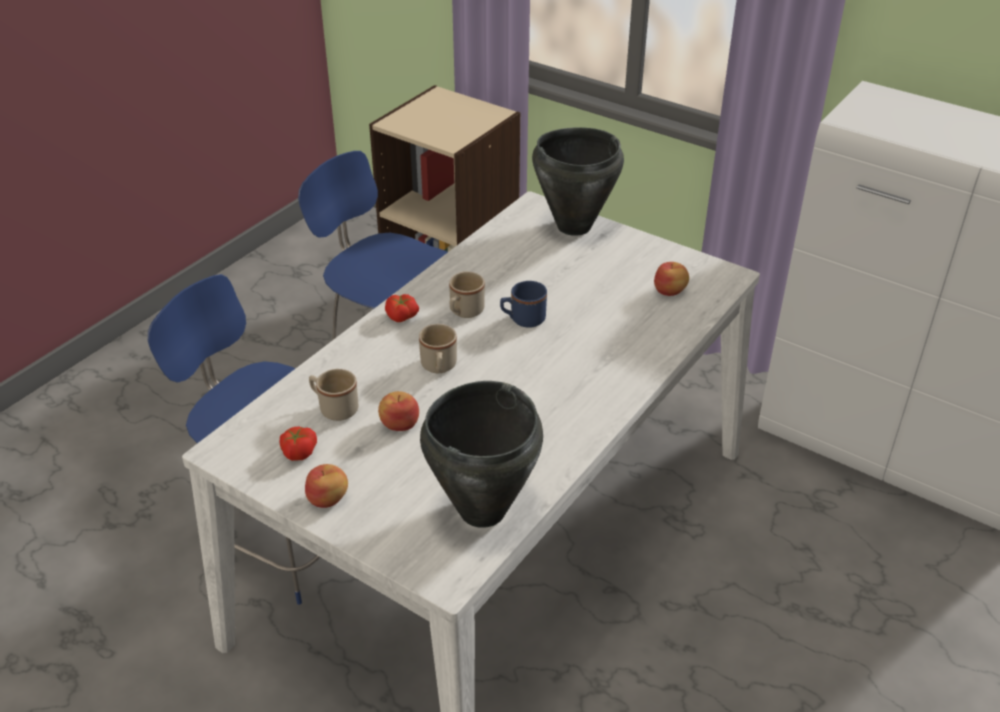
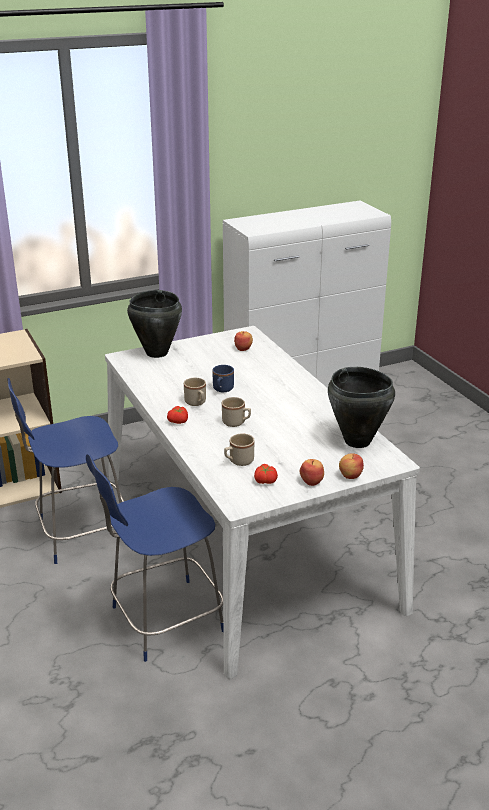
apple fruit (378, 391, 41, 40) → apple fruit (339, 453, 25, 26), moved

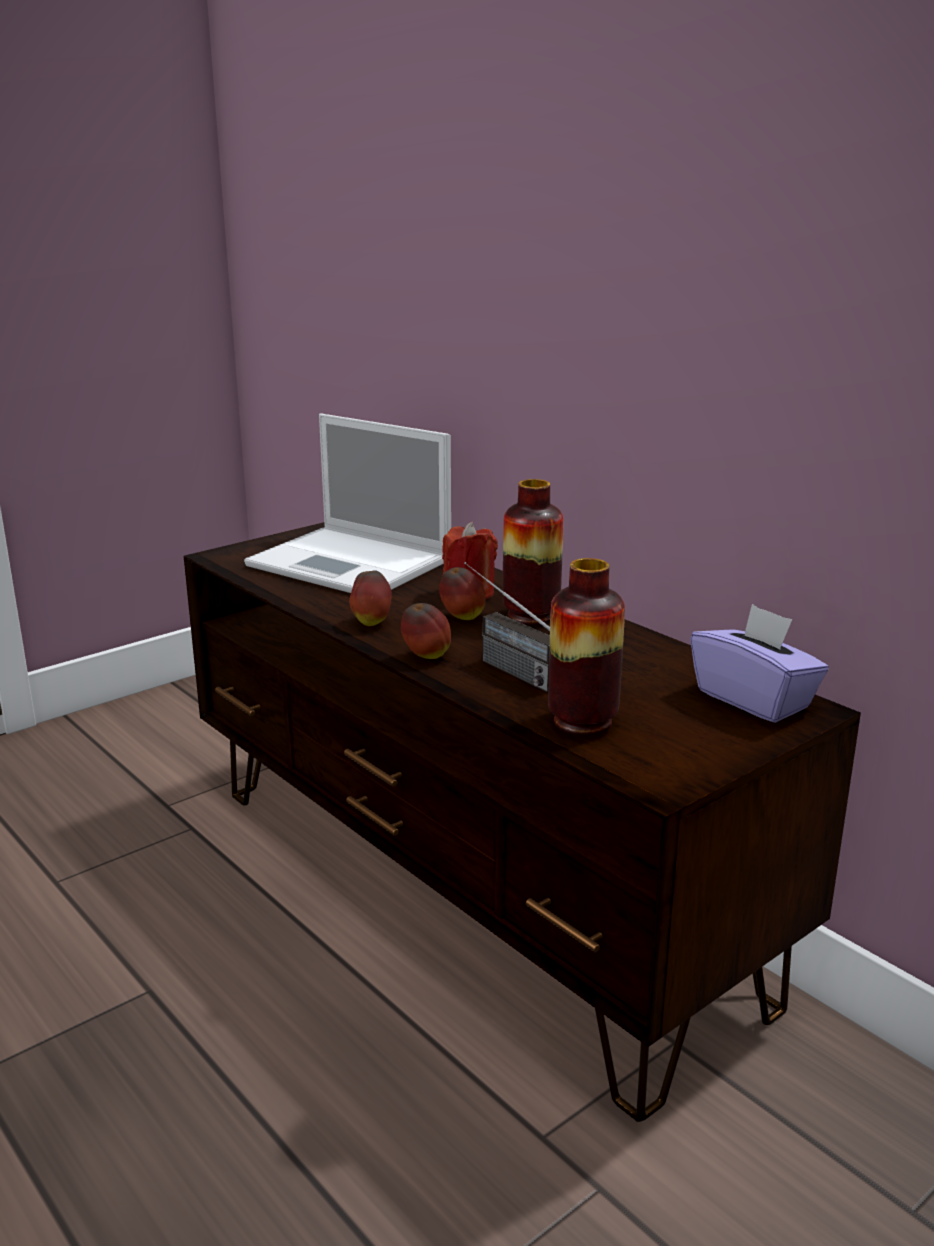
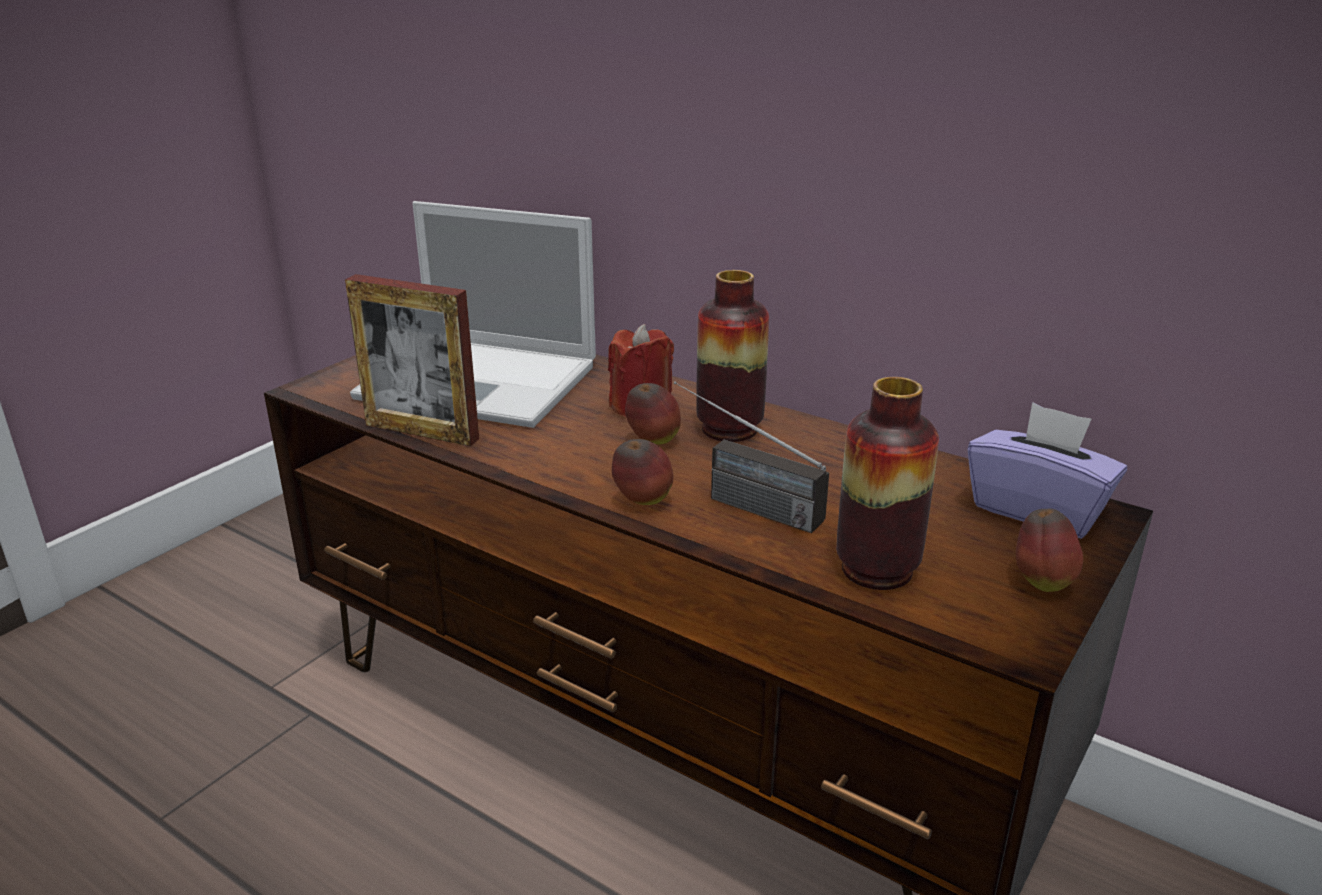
apple fruit (349, 570, 43, 56) → apple fruit (1016, 508, 67, 84), moved
- → picture frame (345, 274, 134, 172)

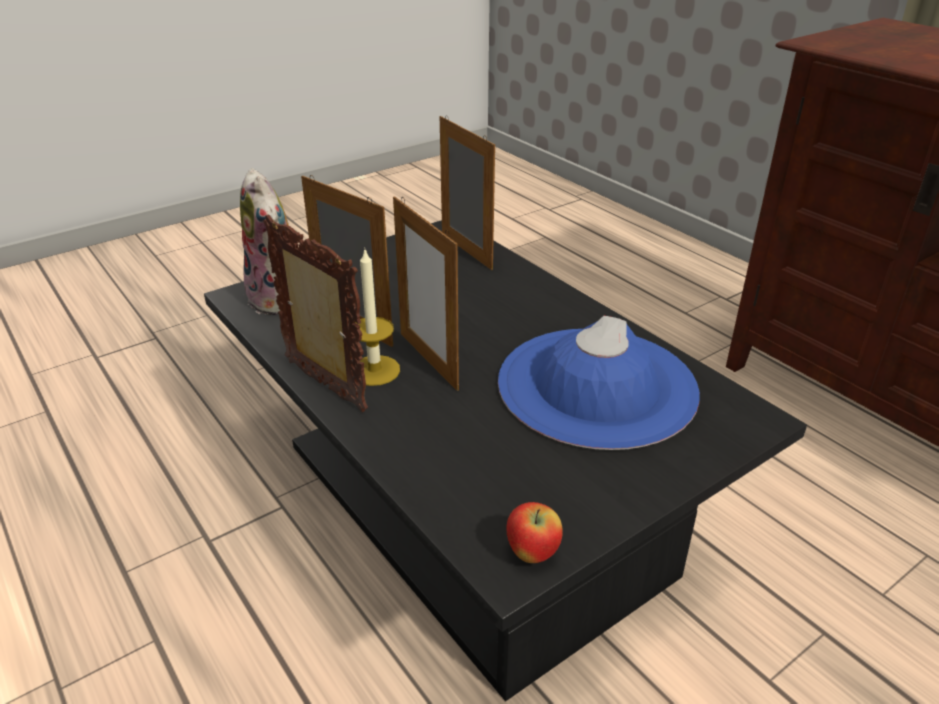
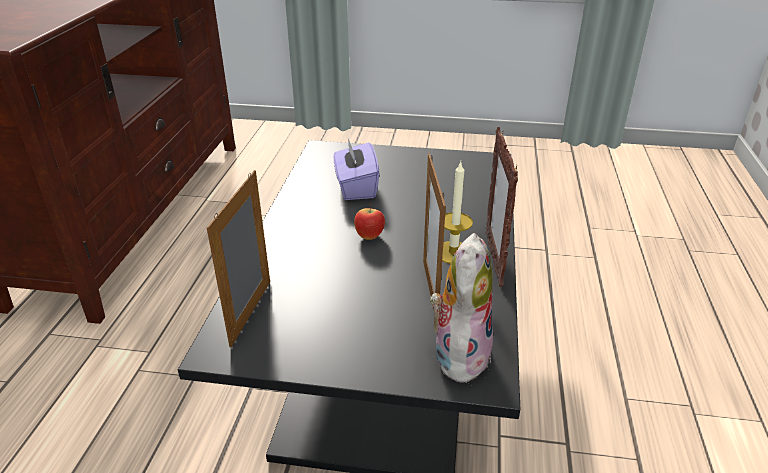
picture frame (393, 196, 66, 195) → -
wearable hat (blue) (498, 316, 202, 134) → box of tissues (purple-coloured) (333, 139, 46, 61)
apple fruit (506, 502, 57, 61) → apple fruit (354, 204, 31, 36), moved

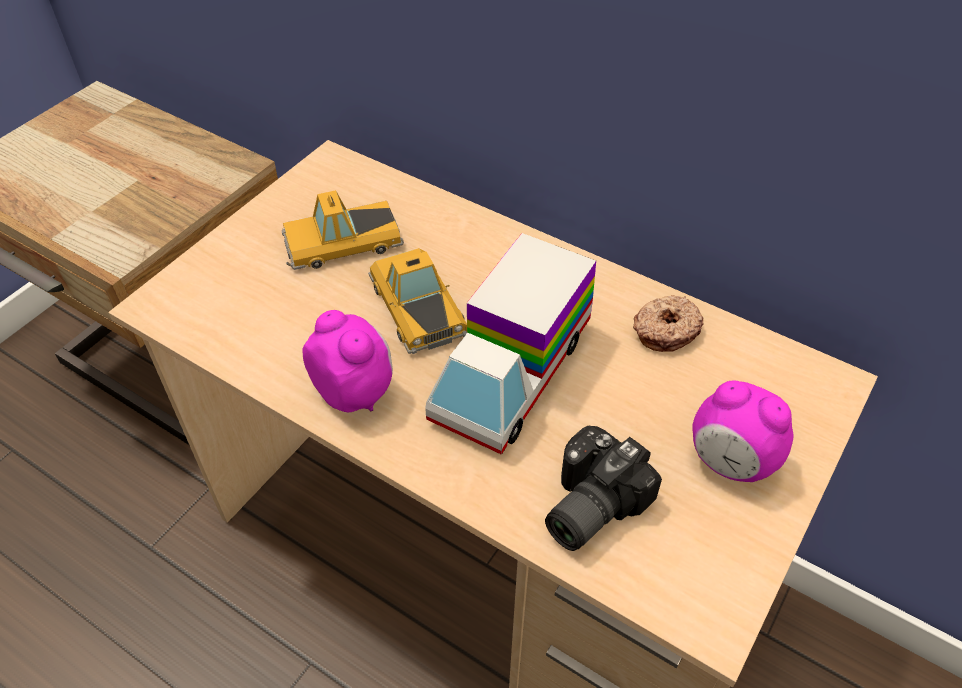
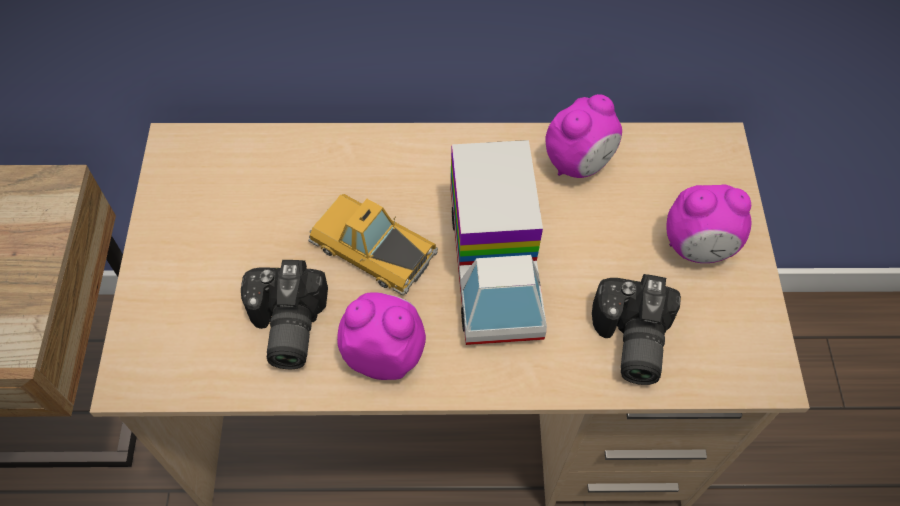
miniature car (282, 190, 122, 80) → -
donut (633, 295, 70, 57) → alarm clock (545, 94, 77, 84)
- → still camera (241, 260, 87, 109)

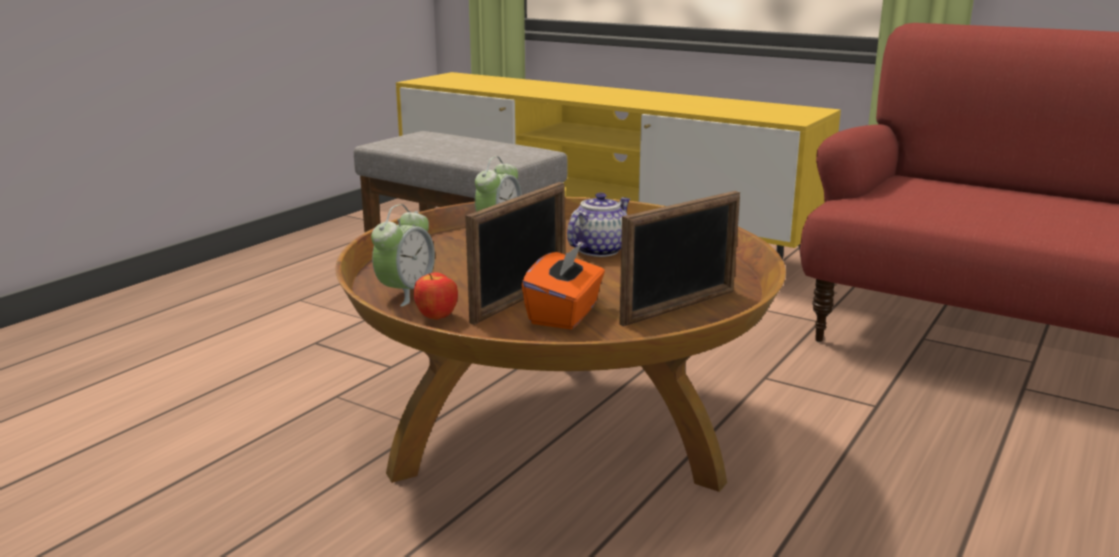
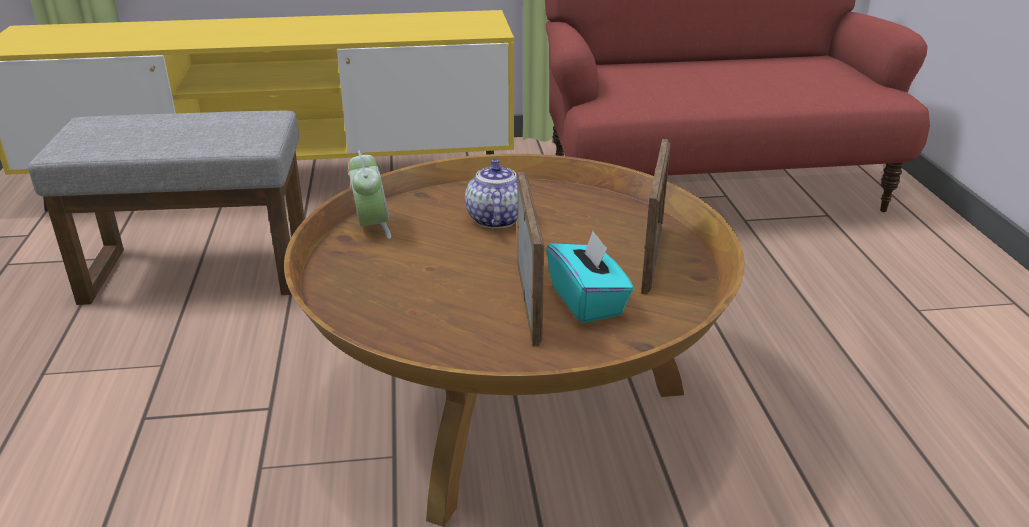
alarm clock (371, 204, 64, 102) → -
box of tissues (orangey) (522, 243, 83, 87) → box of tissues (turquoise-coloured) (547, 231, 87, 92)
apple fruit (414, 272, 44, 48) → -

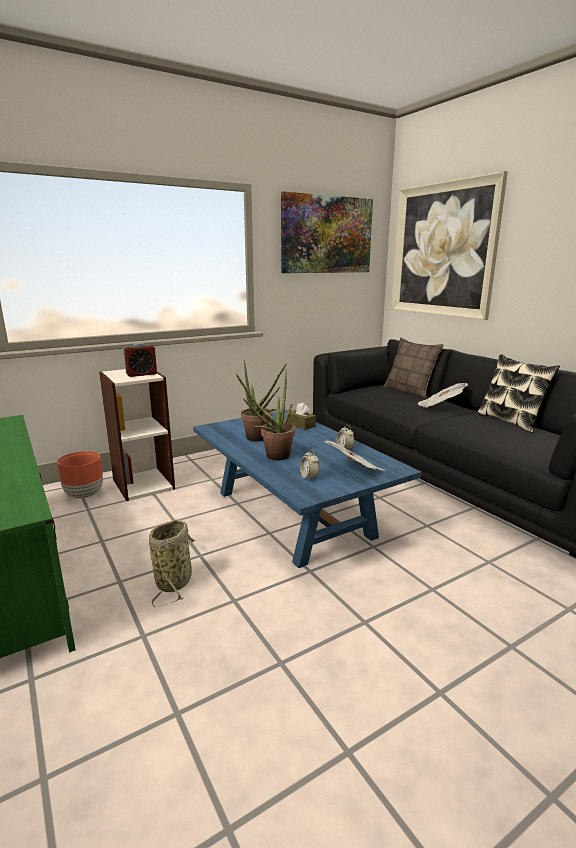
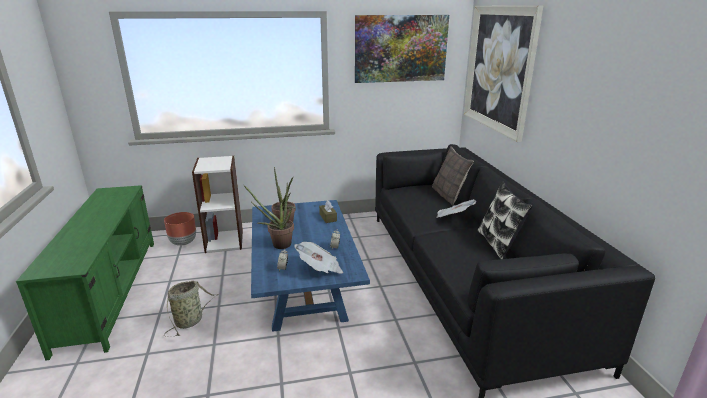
alarm clock (123, 343, 34, 34) → -

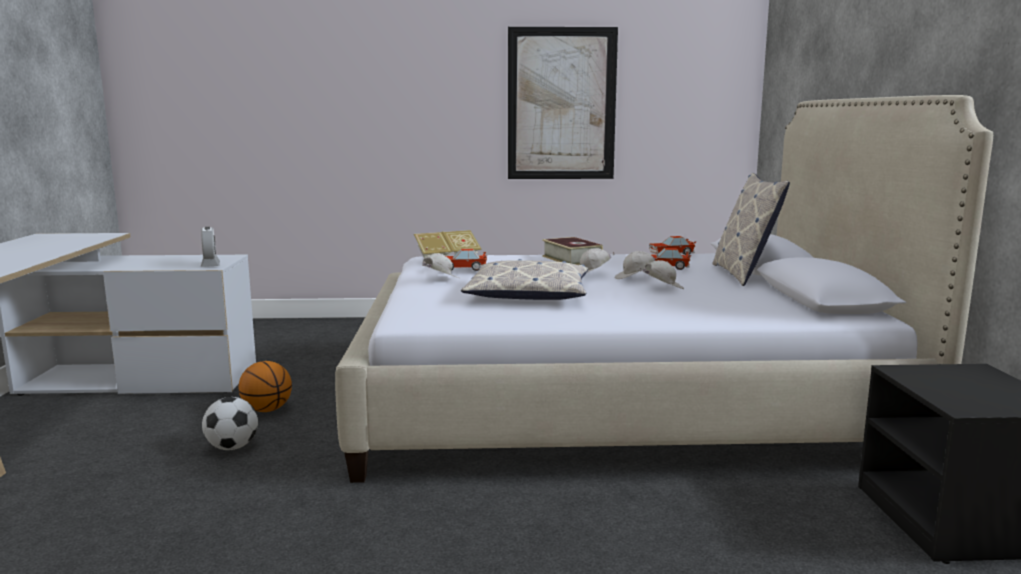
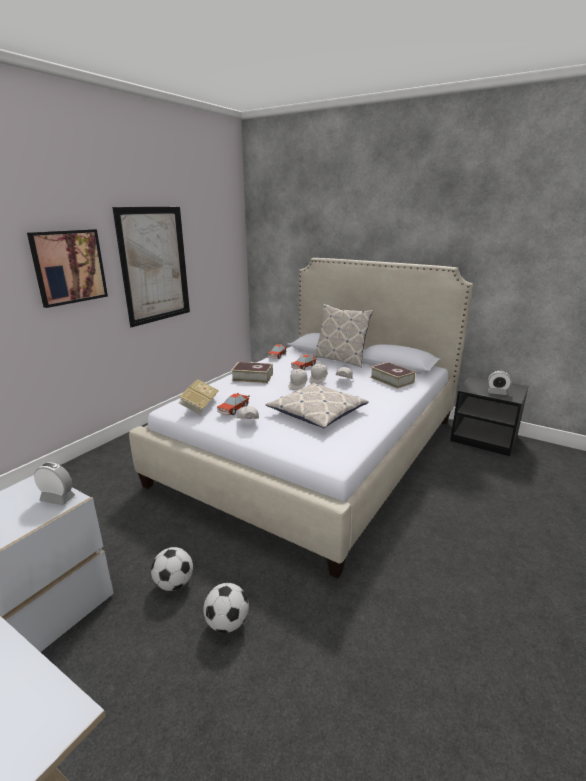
ball for basketball (238, 361, 54, 51) → football ball (151, 547, 42, 44)
- → wall art (27, 229, 81, 79)
- → book (370, 362, 45, 27)
- → alarm clock (488, 371, 23, 24)

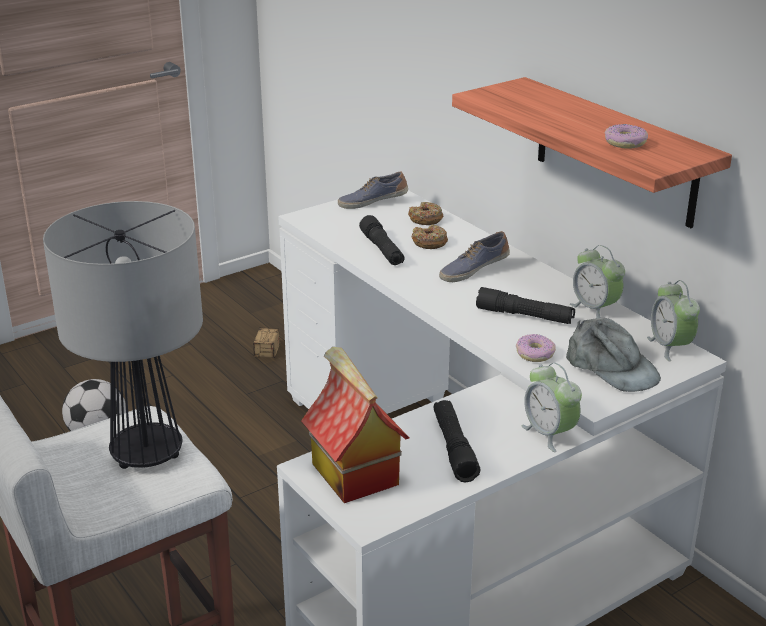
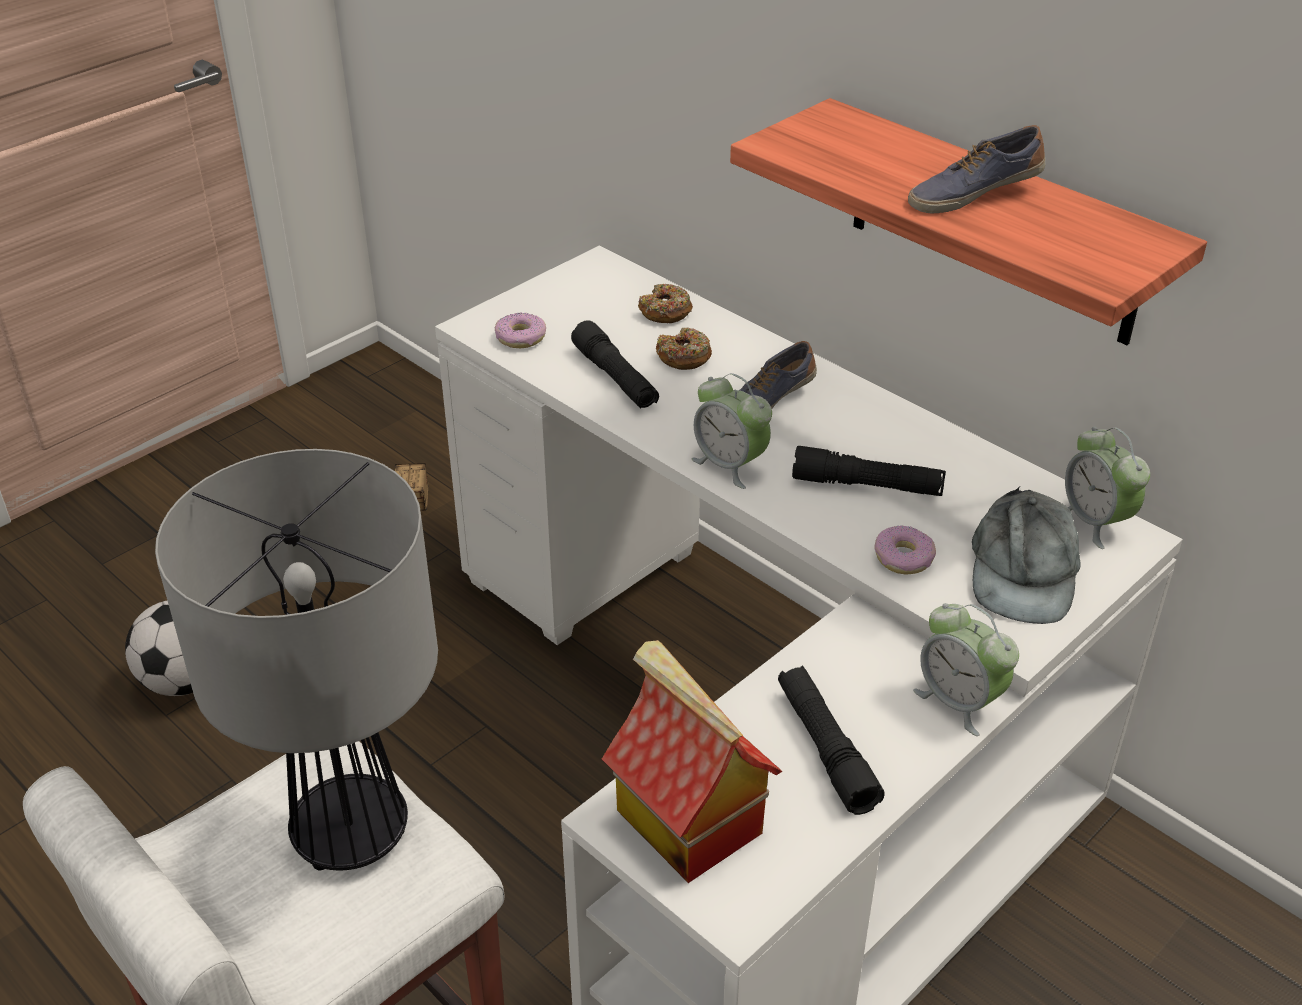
donut (605, 124, 43, 25) → donut (495, 312, 51, 36), moved
shoe (338, 171, 70, 38) → shoe (908, 125, 137, 88), moved
alarm clock (570, 245, 55, 73) → alarm clock (691, 373, 81, 116), moved
baseball cap (greyish) (566, 318, 95, 74) → baseball cap (greyish) (972, 486, 109, 138), 60 degrees clockwise

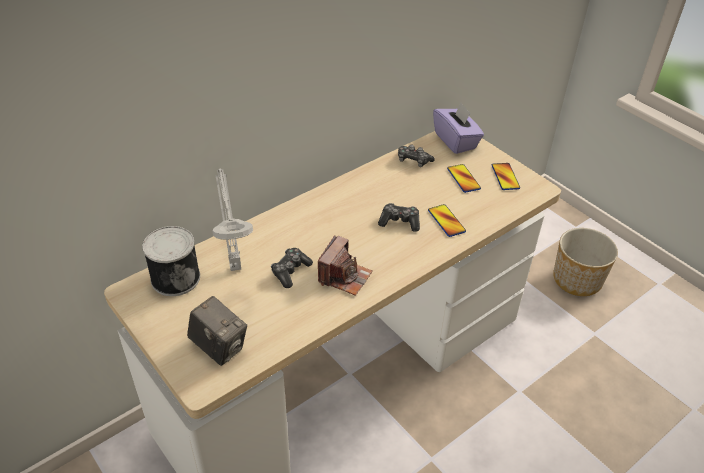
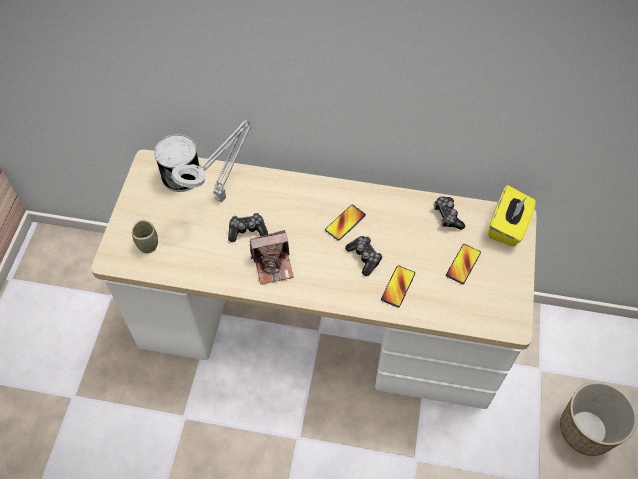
box of tissues (purple-coloured) (433, 102, 51, 52) → box of tissues (yellowish) (488, 185, 48, 61)
phone (492, 163, 28, 27) → phone (325, 205, 41, 36), moved
still camera (187, 296, 60, 70) → drinking cup (132, 220, 26, 33)

